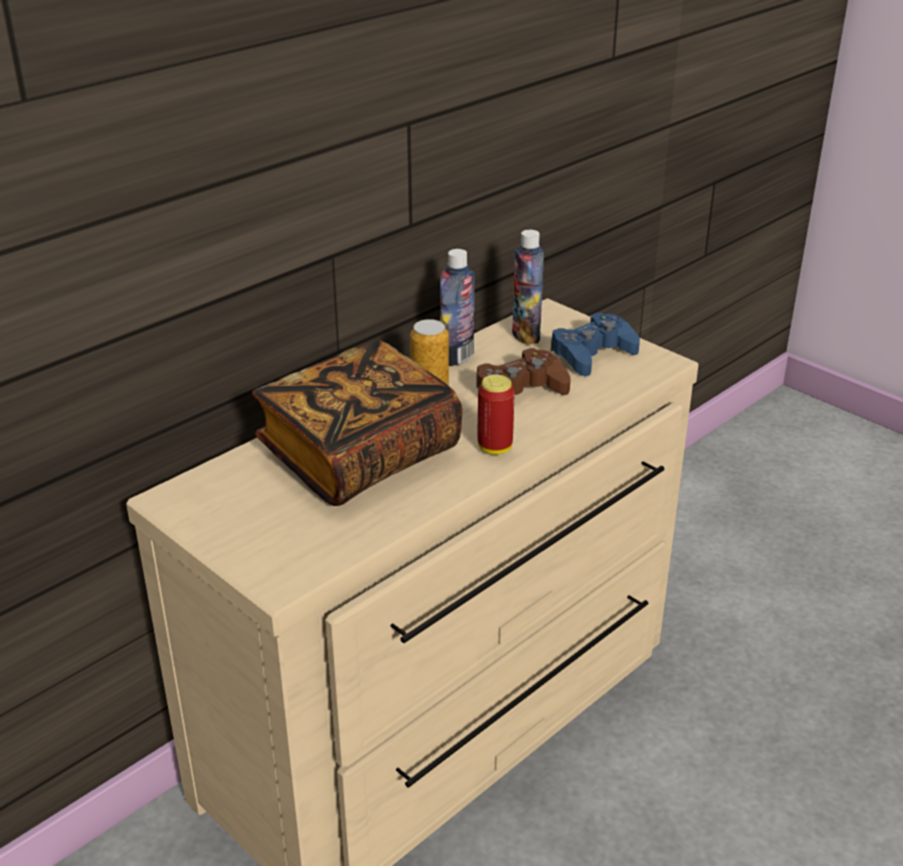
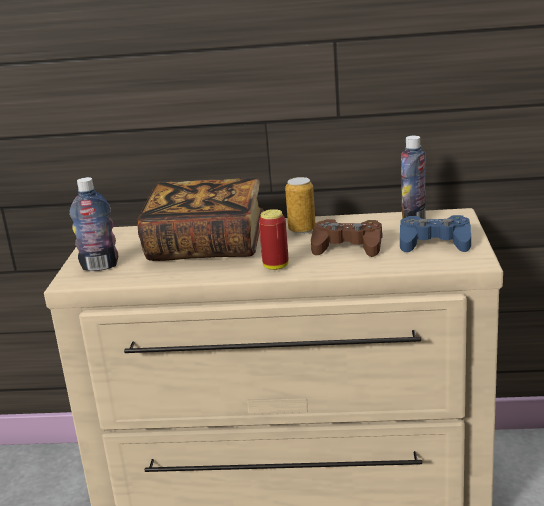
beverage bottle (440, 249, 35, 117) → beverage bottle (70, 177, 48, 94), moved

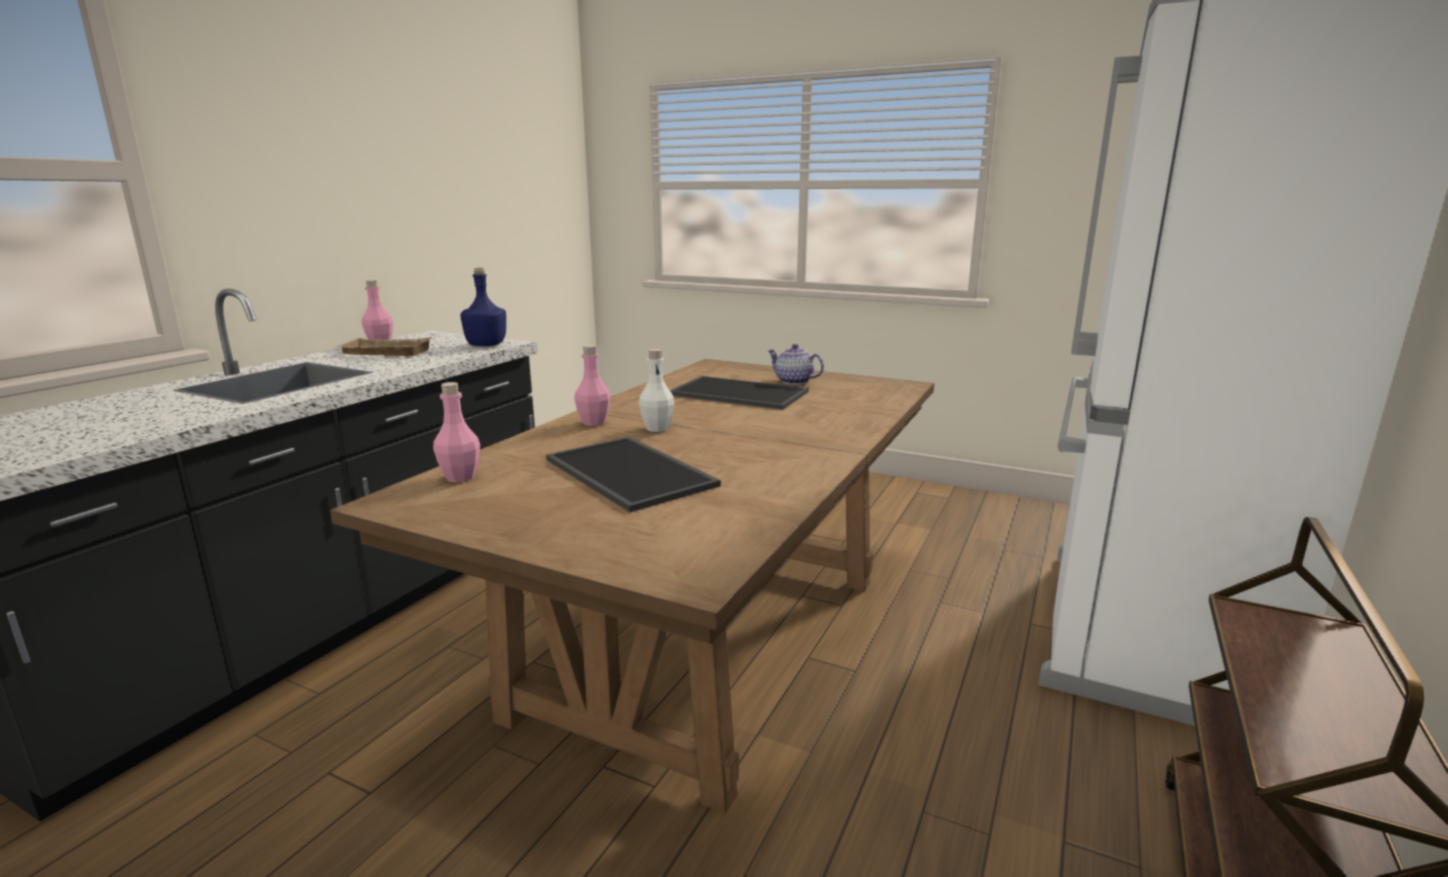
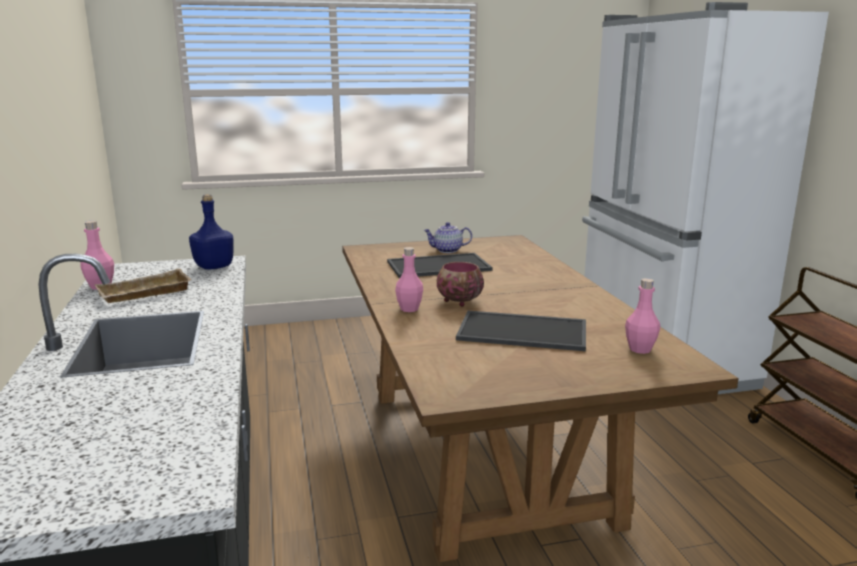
beverage bottle (white) (639, 349, 36, 83) → bowl (437, 262, 47, 45)
beverage bottle (pinkish) (433, 382, 47, 101) → beverage bottle (pinkish) (625, 278, 35, 76), moved

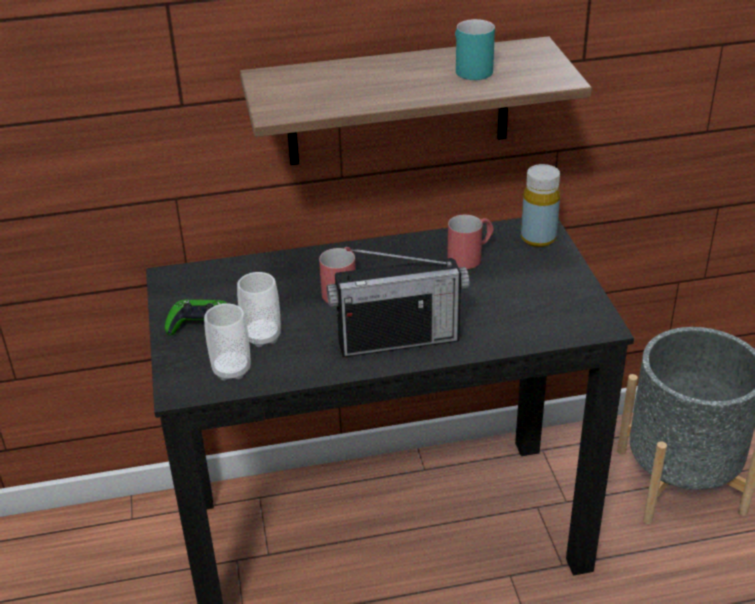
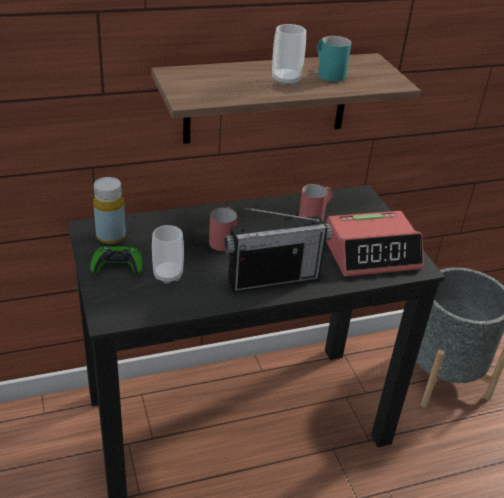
beverage bottle (yellowish) (521, 164, 39, 83) → beverage bottle (yellowish) (93, 177, 33, 67), moved
drinking cup (204, 303, 47, 78) → drinking cup (272, 24, 34, 62), moved
- → alarm clock (326, 211, 98, 66)

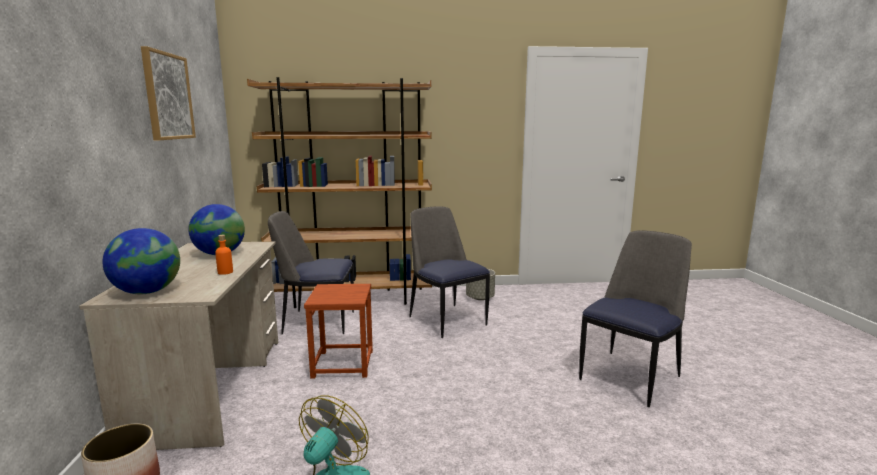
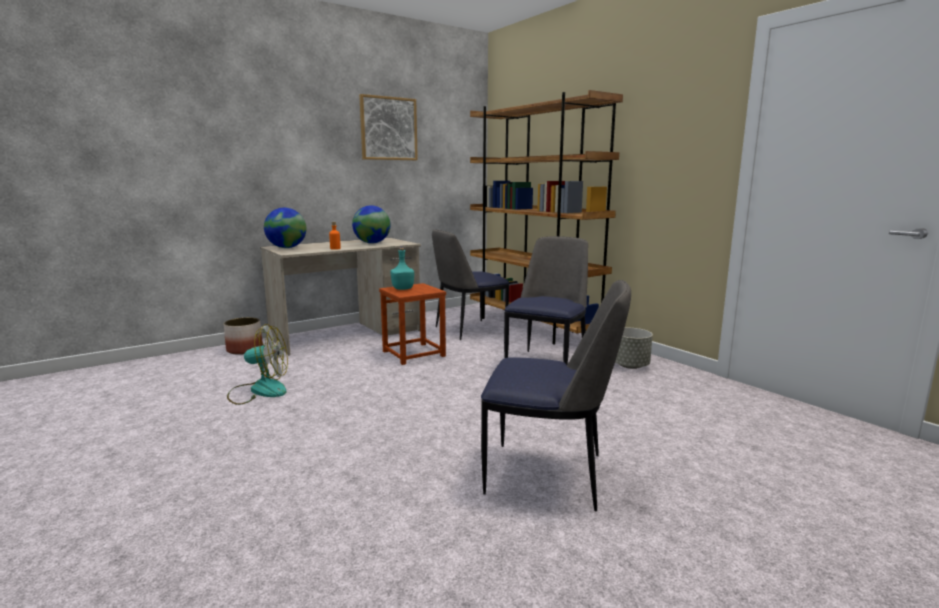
plain chair (268, 211, 86, 123) → plain chair (432, 229, 77, 111), 90 degrees counterclockwise
- → beverage bottle (turquoise-coloured) (391, 247, 23, 43)

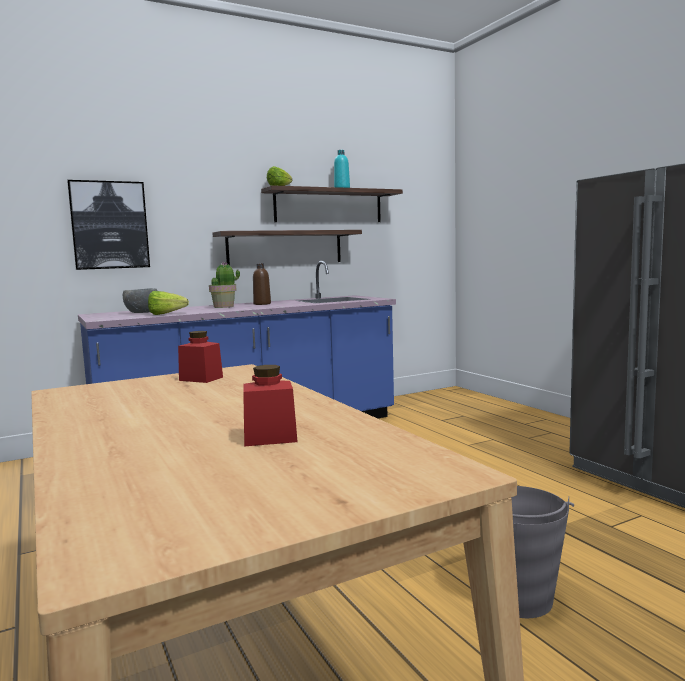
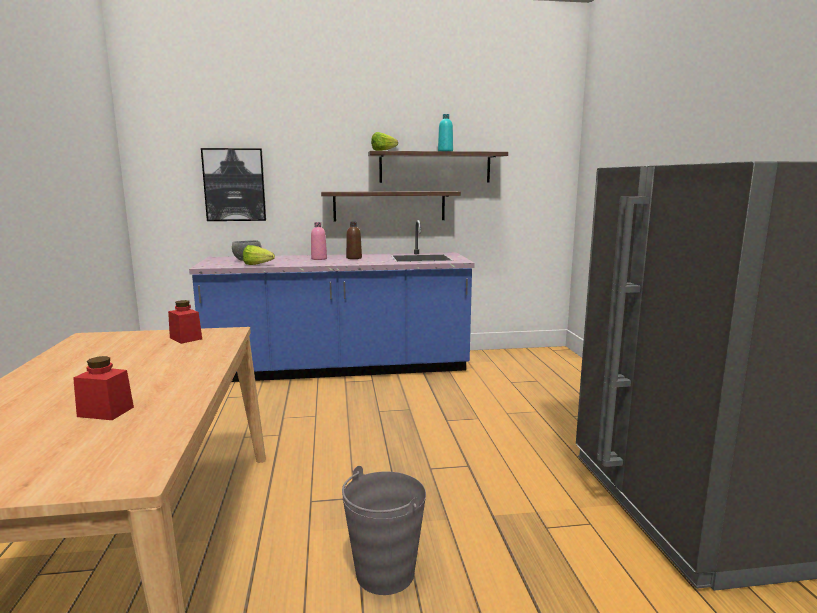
plant in a pot (209, 262, 31, 46) → beverage bottle (pinkish) (311, 222, 16, 38)

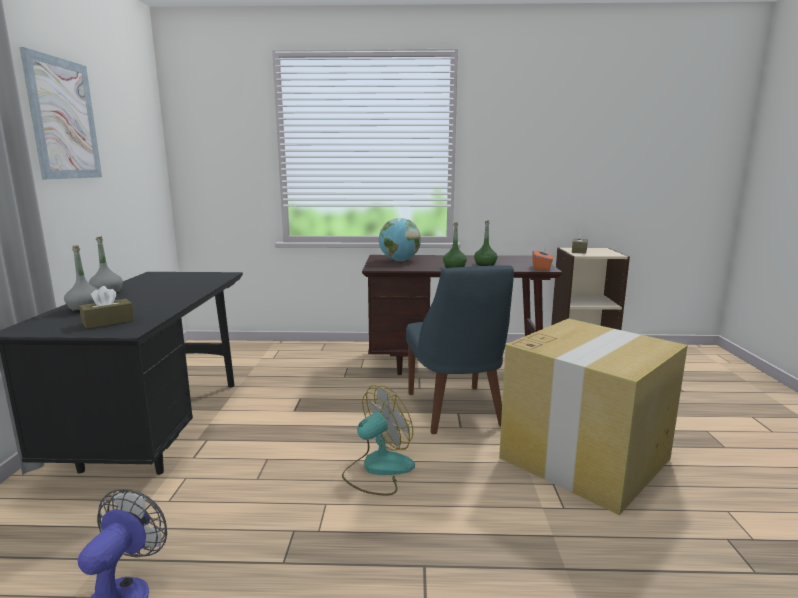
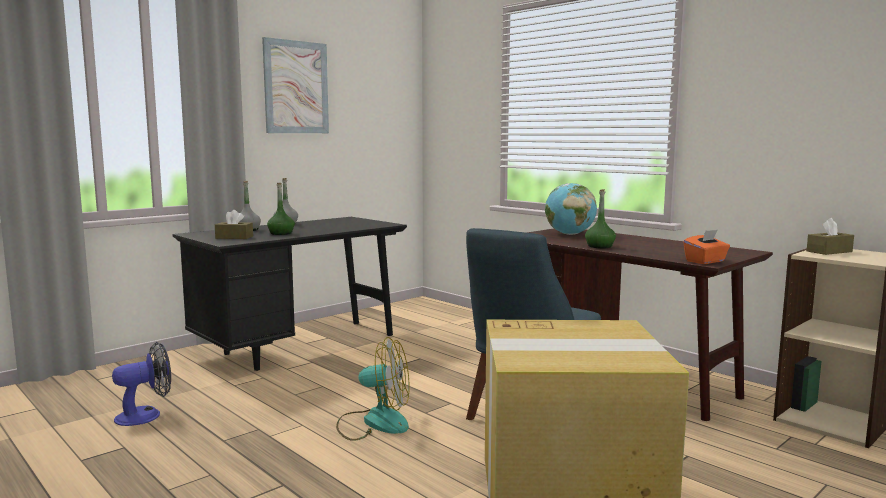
beverage bottle (green) (474, 220, 23, 46) → beverage bottle (green) (267, 183, 28, 52), moved

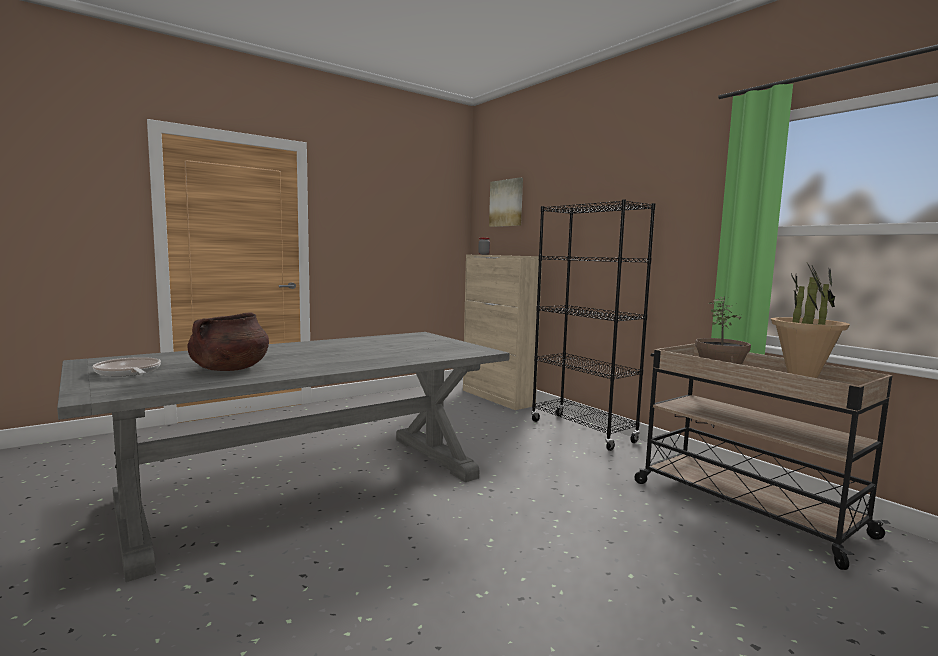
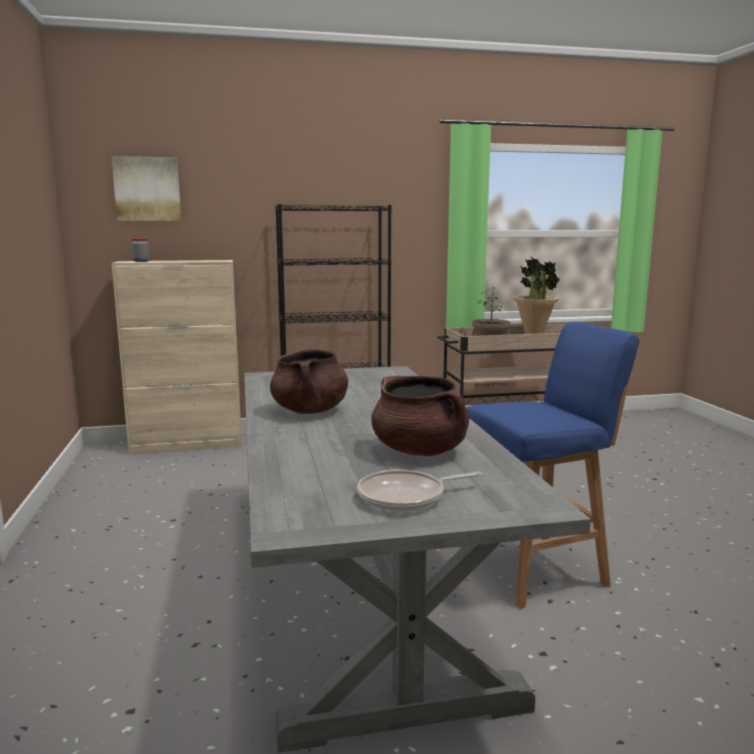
- → sitting stool (blue) (466, 322, 173, 287)
- → cooking pot (brown) (270, 348, 78, 66)

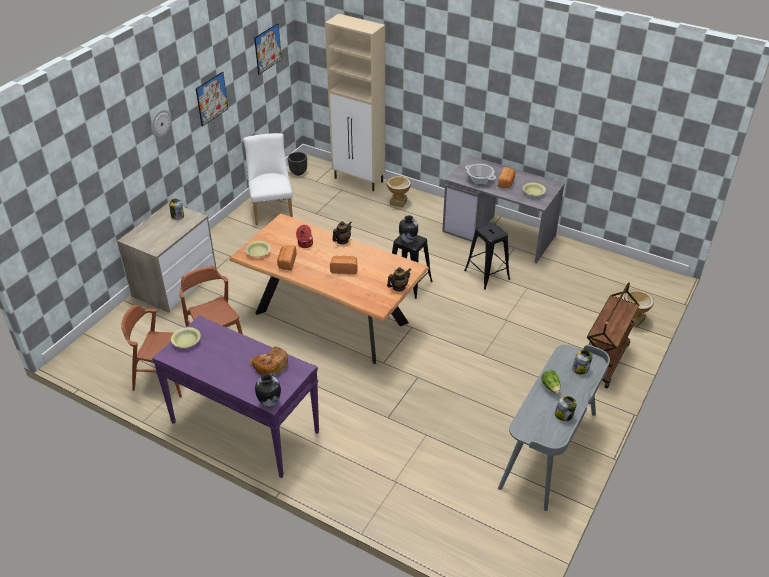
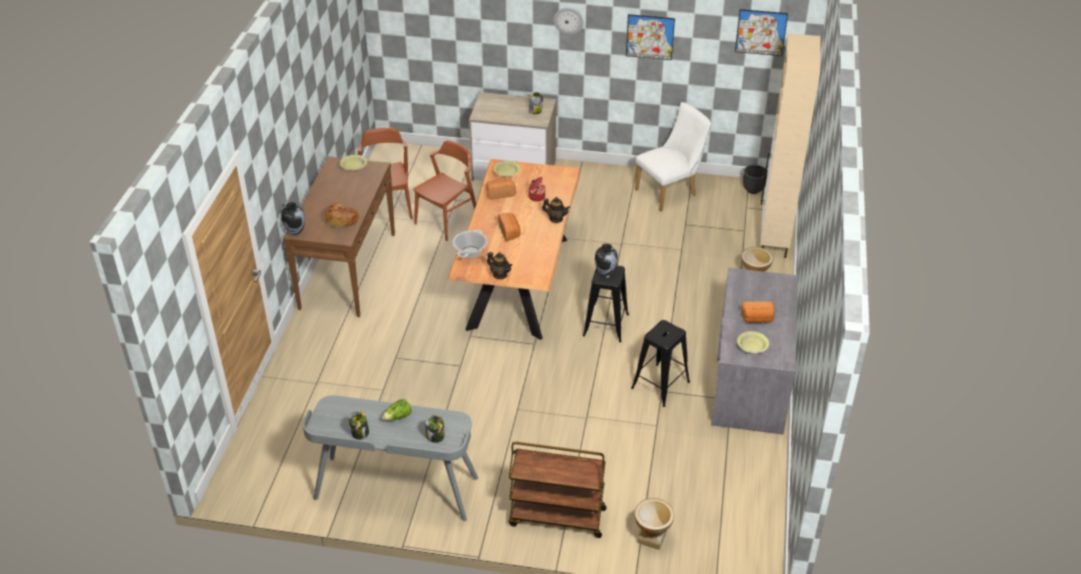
cooking pot (465, 164, 31, 20) → cooking pot (452, 230, 36, 28), moved
console table (purple-coloured) (152, 315, 168, 163) → console table (brown) (283, 156, 112, 161)

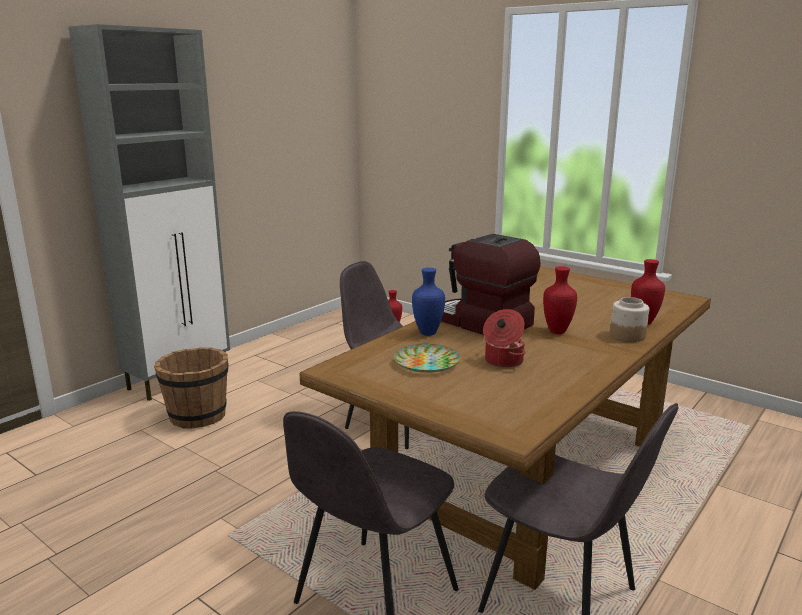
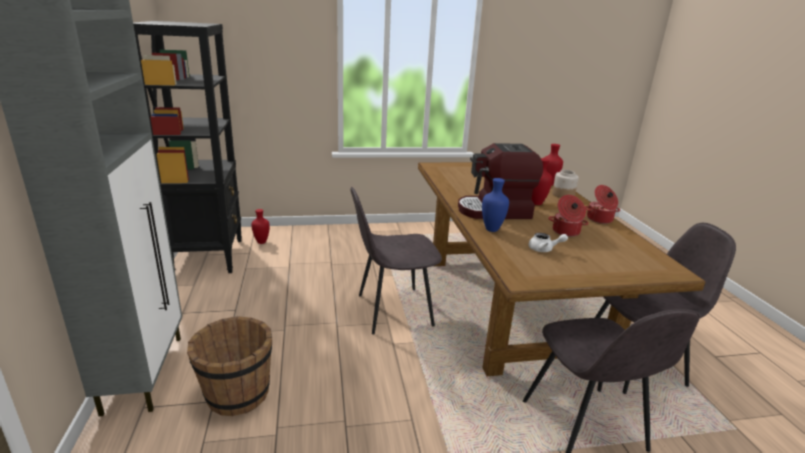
plate (394, 344, 66, 29) → teapot (white) (528, 233, 40, 19)
- → bookshelf (black) (133, 21, 109, 252)
- → cooking pot (585, 185, 35, 39)

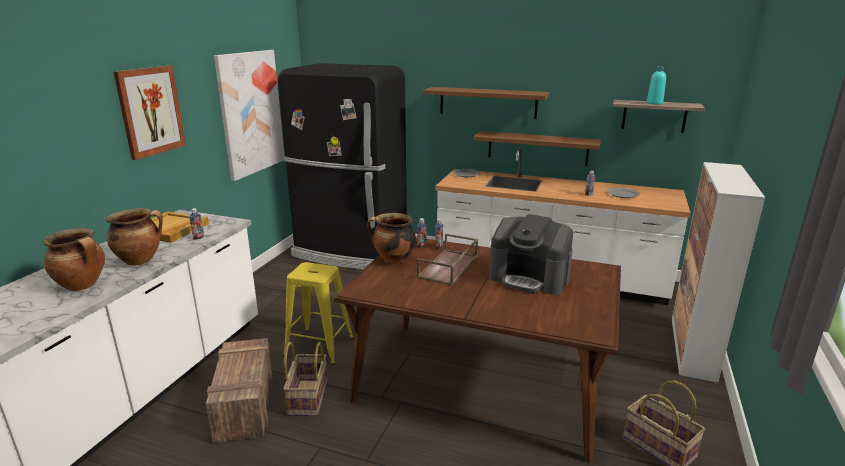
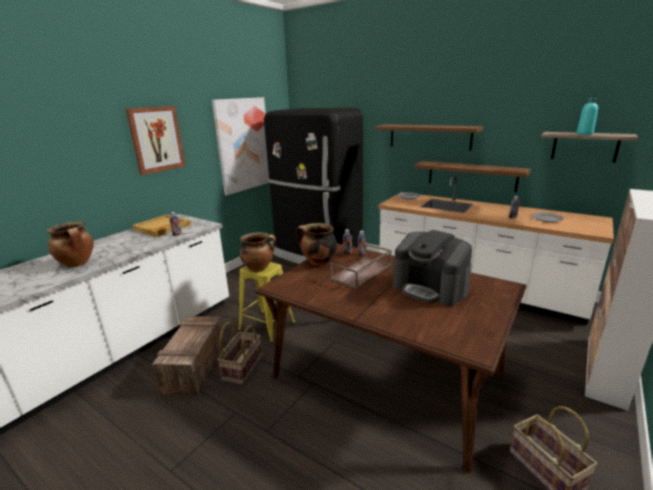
cooking pot (106, 208, 57, 58) → cooking pot (240, 232, 36, 40), moved

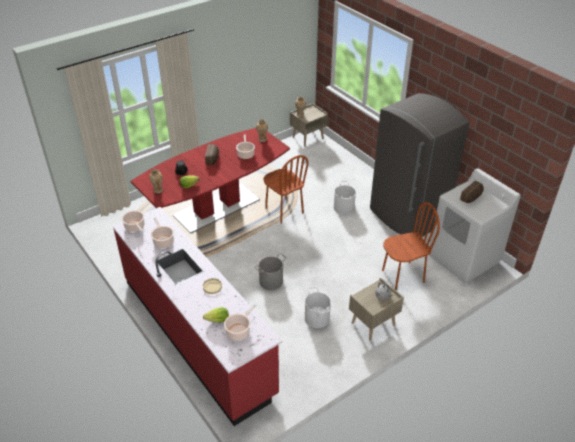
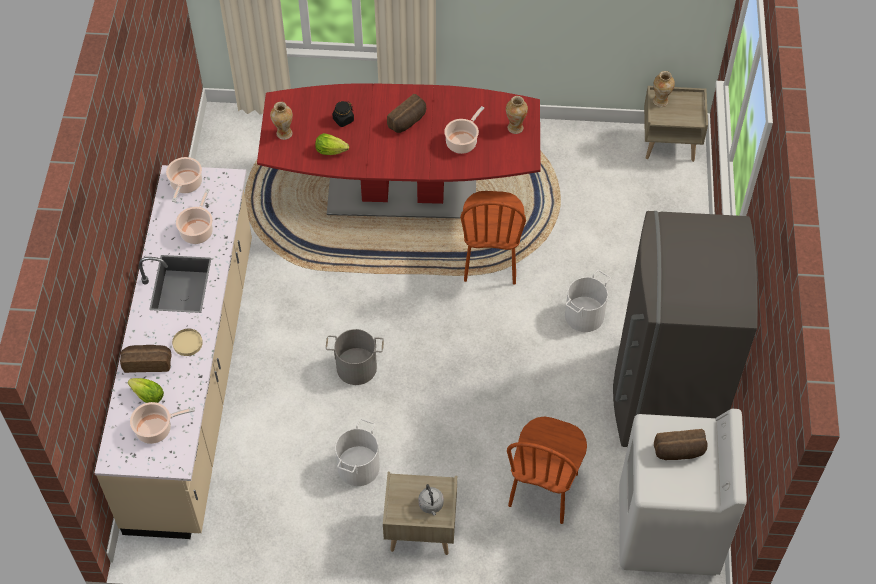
plain chair (brown) (382, 202, 58, 88) → plain chair (brown) (507, 416, 80, 108), 90 degrees clockwise
counter (reddish) (113, 207, 169, 219) → counter (beige) (94, 165, 158, 374)
- → bread (120, 345, 52, 28)

